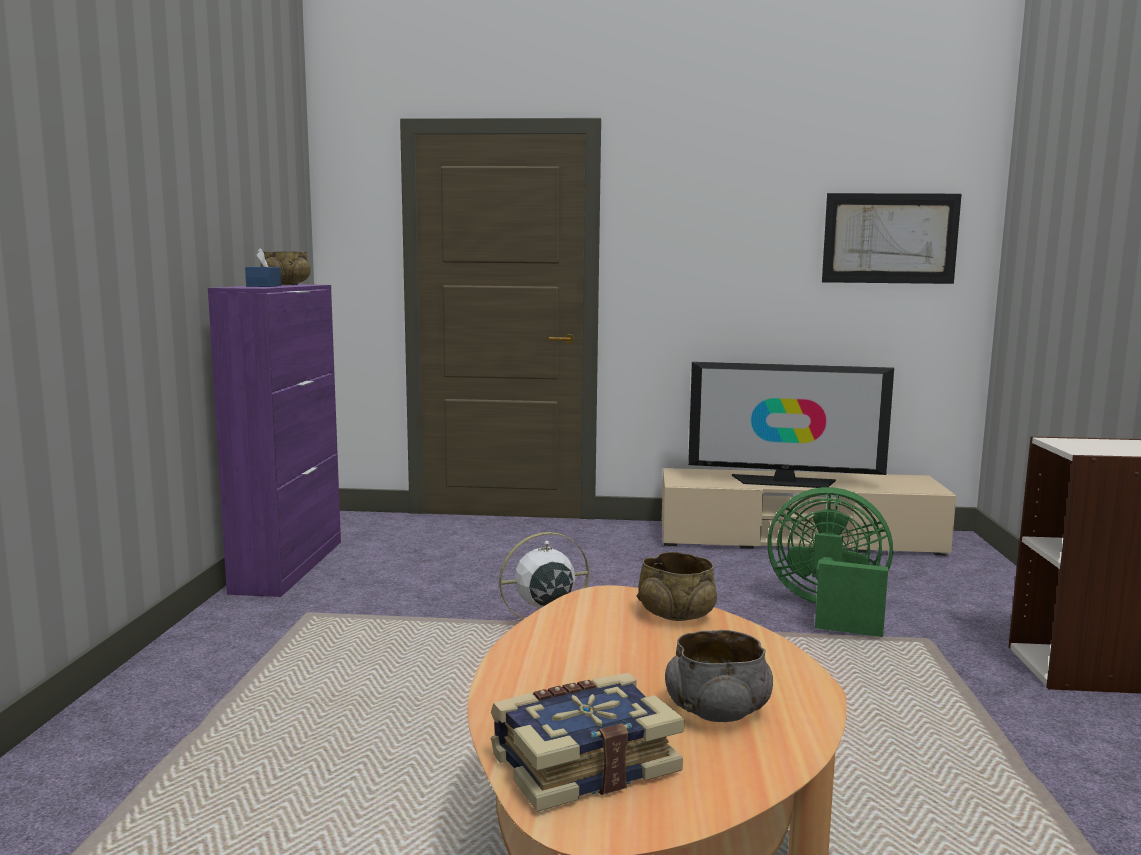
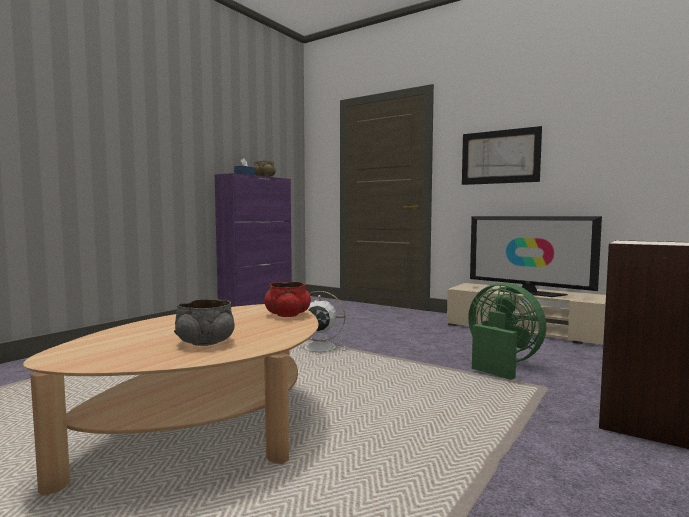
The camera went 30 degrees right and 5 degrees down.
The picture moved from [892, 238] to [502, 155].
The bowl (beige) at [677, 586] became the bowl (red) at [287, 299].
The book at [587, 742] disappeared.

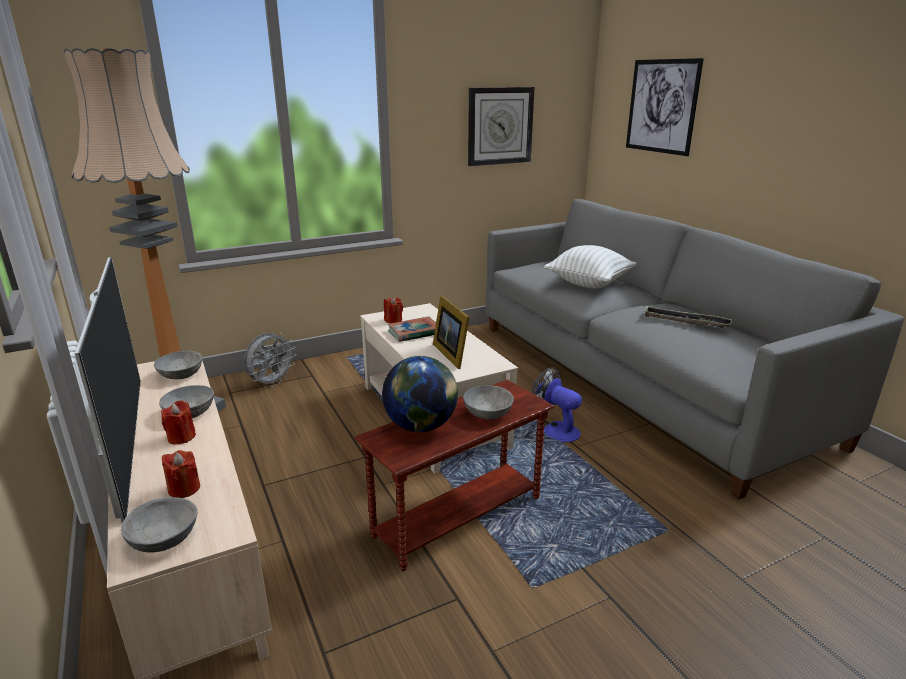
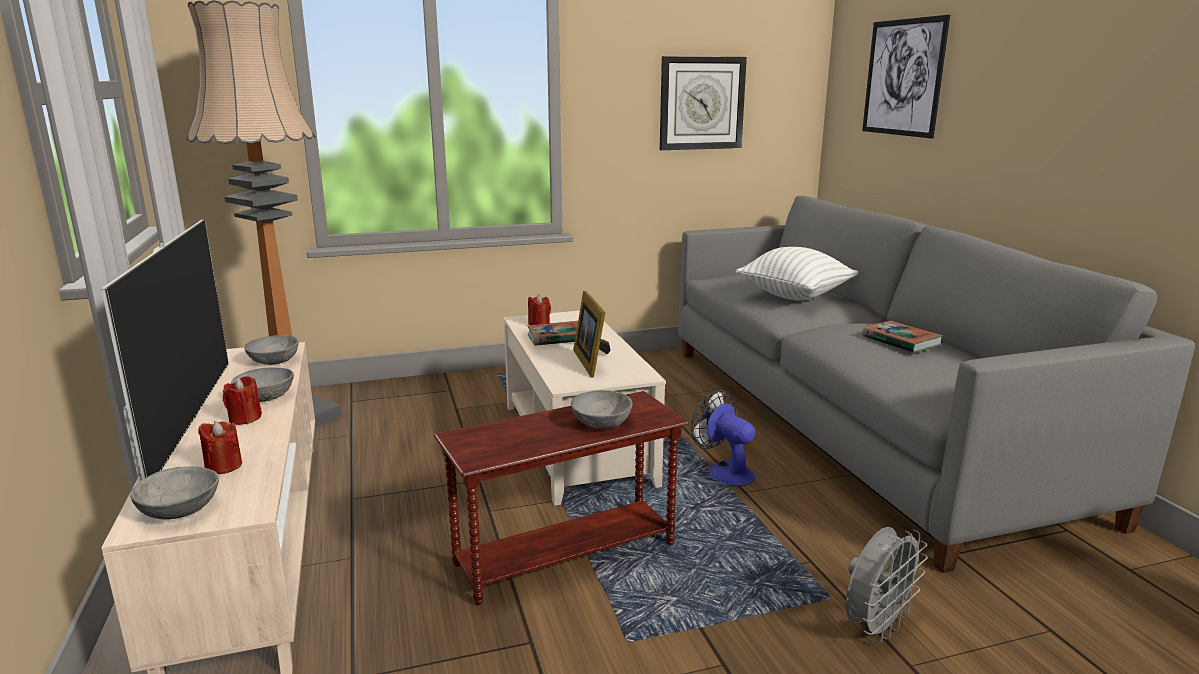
The camera went 10 degrees right and 5 degrees down.
The tray at [688, 317] was replaced by the book at [902, 337].
The fan (grey) moved from [270, 360] to [887, 585].
The globe at [420, 394] disappeared.

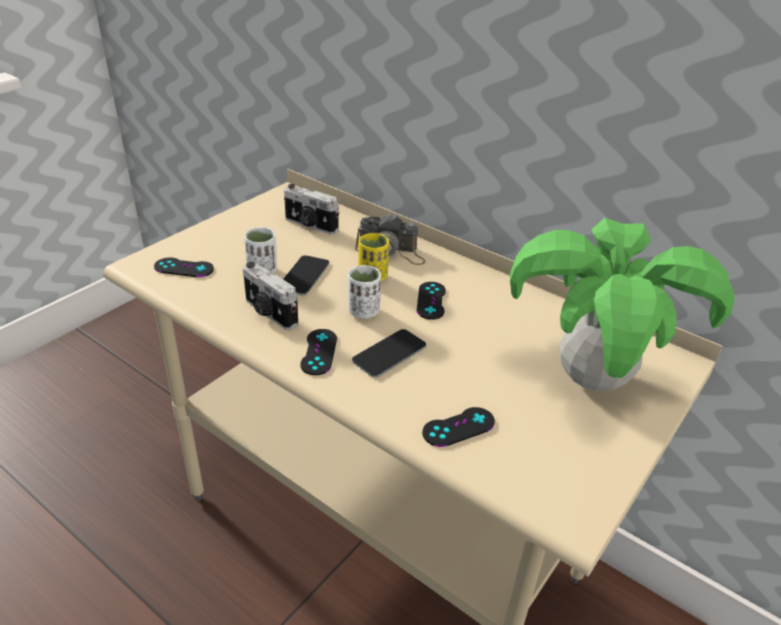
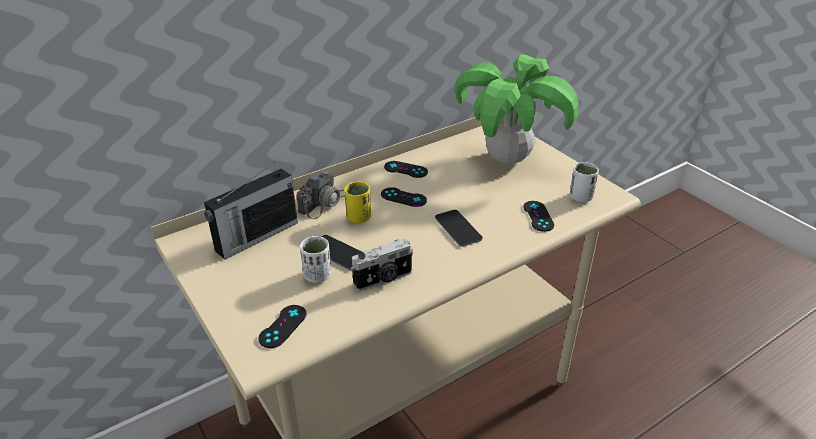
The camera went 70 degrees left and 0 degrees up.
The photo camera at [311, 209] was replaced by the radio at [251, 211].
The cup (white) moved from [364, 292] to [584, 182].
The game controller (black) moved from [318, 352] to [406, 169].

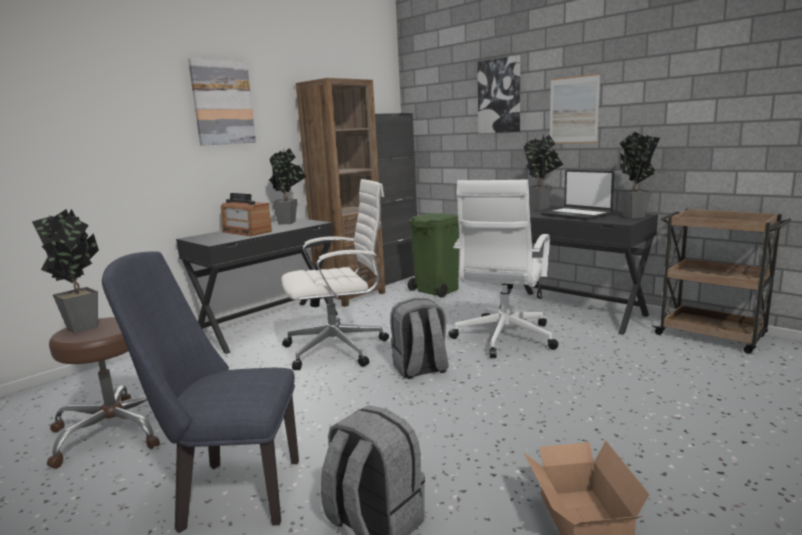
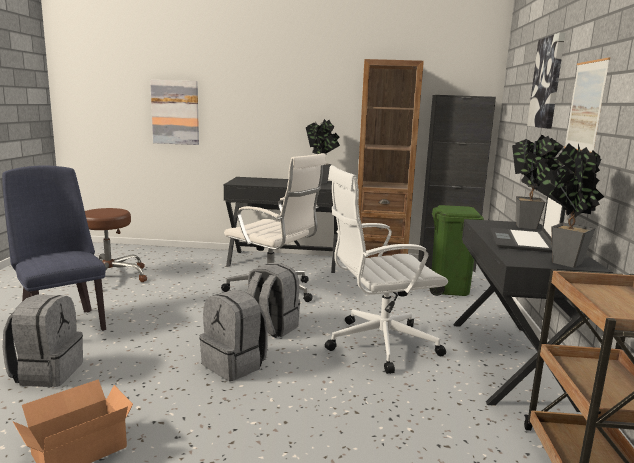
The camera went 50 degrees right and 0 degrees up.
The picture moved from [222, 102] to [174, 112].
The radio at [246, 214] disappeared.
The potted plant at [65, 271] disappeared.
The backpack (grey) at [233, 335] appeared.

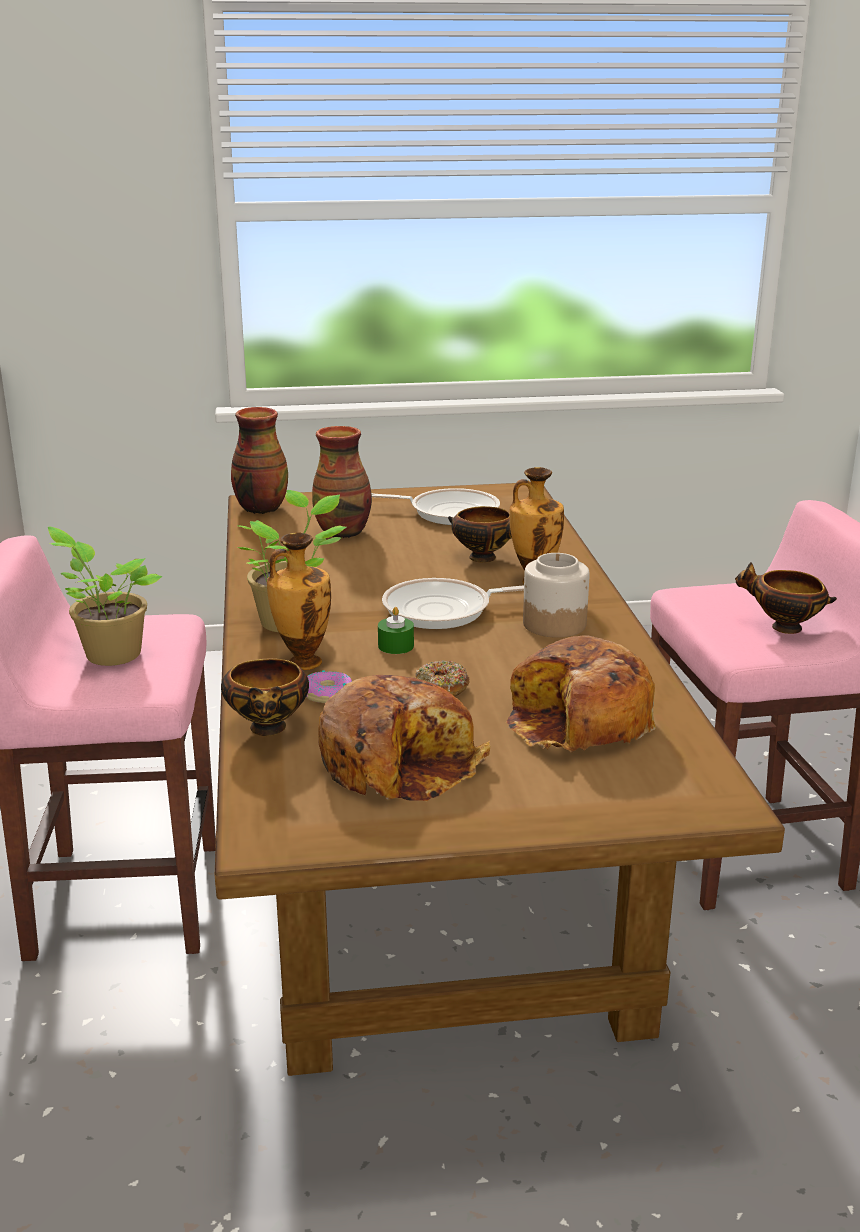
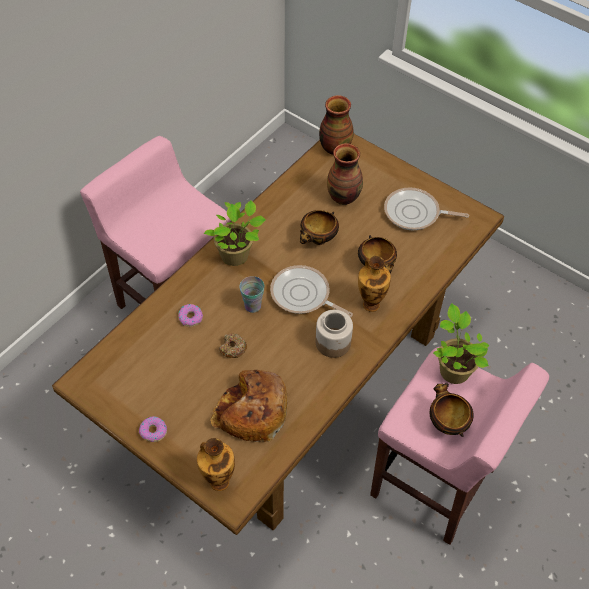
The camera went 45 degrees right and 30 degrees up.
The frying pan at [435, 506] turned 135 degrees clockwise.
The potted plant moved from [105, 596] to [461, 343].
The vase moved from [299, 601] to [216, 464].
The candle (green) at [396, 630] was replaced by the cup at [251, 294].
The bowl moved from [265, 697] to [319, 227].
The bread at [404, 738] disappeared.
The donut at [153, 429] appeared.

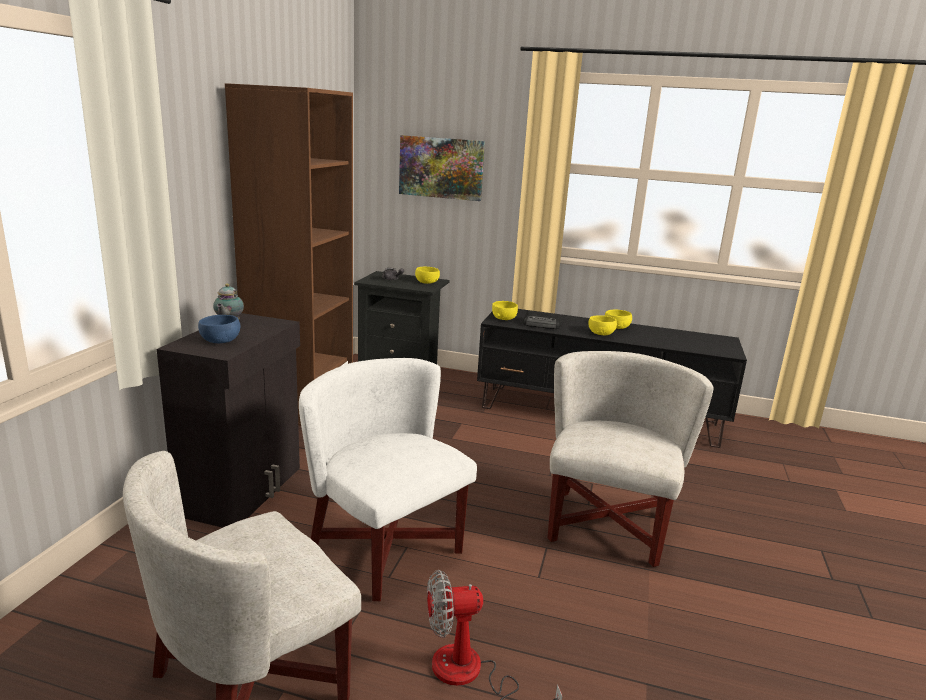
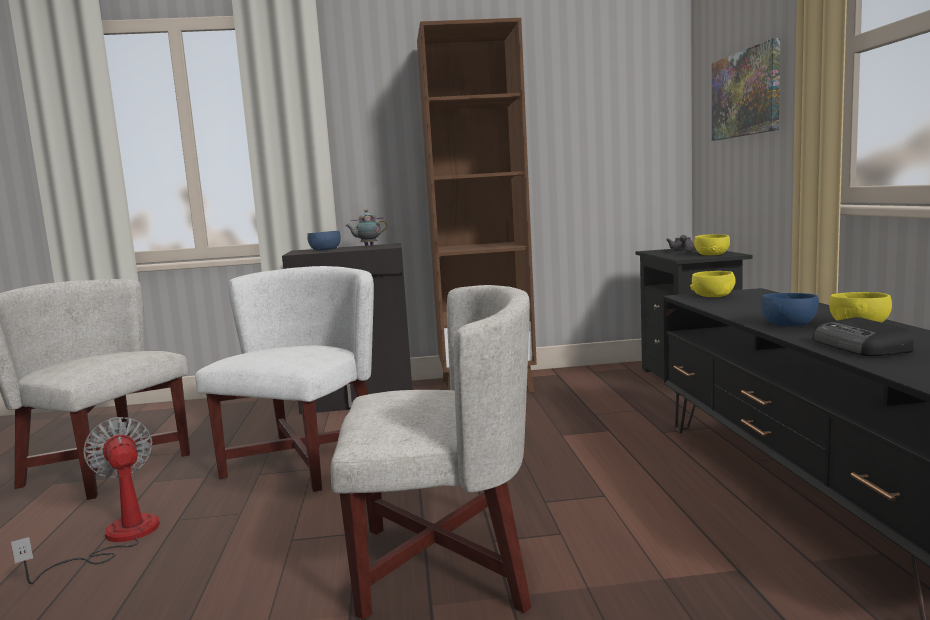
The camera went 70 degrees right and 10 degrees down.
The radio moved from [542, 320] to [863, 336].
The bowl (yellow) at [602, 325] became the bowl (blue) at [790, 309].

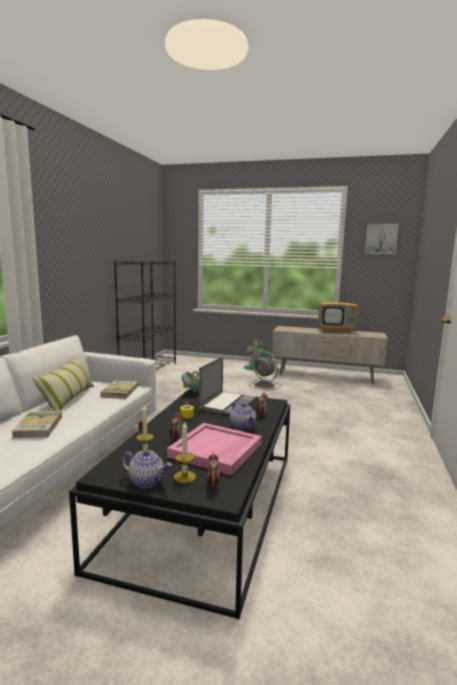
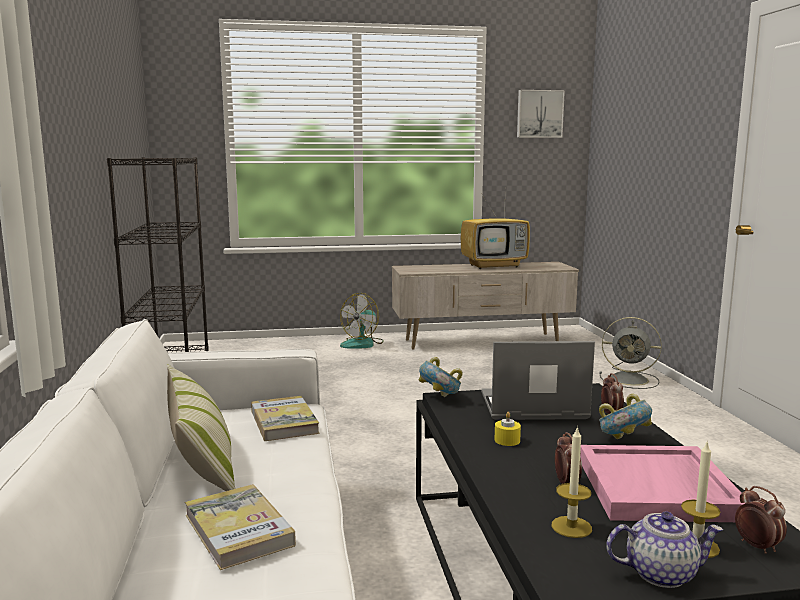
The camera went 25 degrees left and 0 degrees up.
The fan (grey) moved from [265, 370] to [630, 353].
The laptop at [227, 385] turned 90 degrees counterclockwise.
The teapot at [243, 416] was replaced by the bowl at [625, 416].

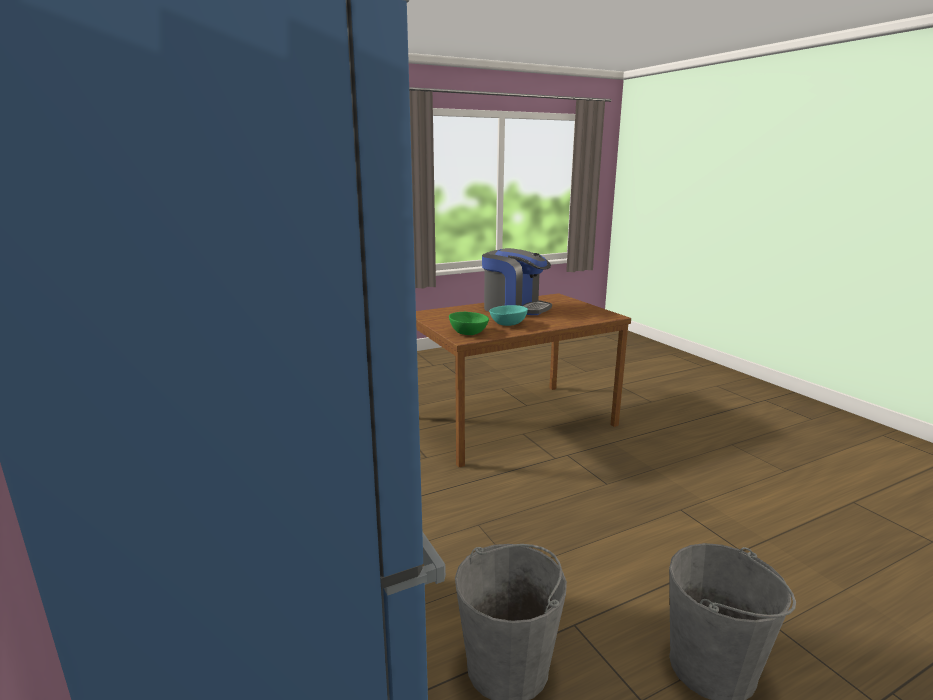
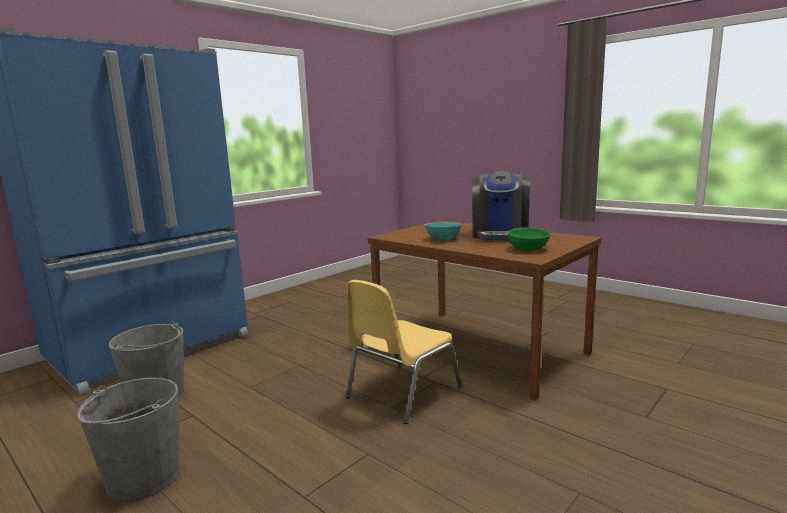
The camera went 70 degrees right and 5 degrees down.
The bowl (green) moved from [469, 323] to [529, 239].
The chair (yellow) at [404, 352] appeared.

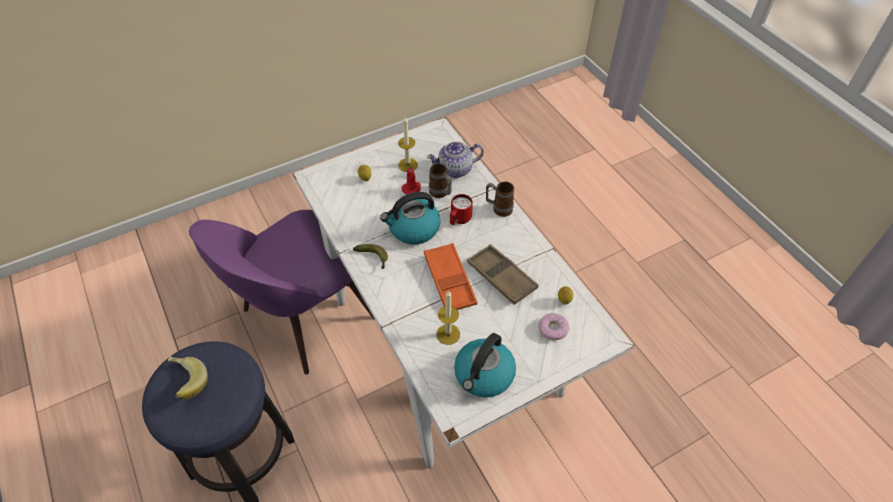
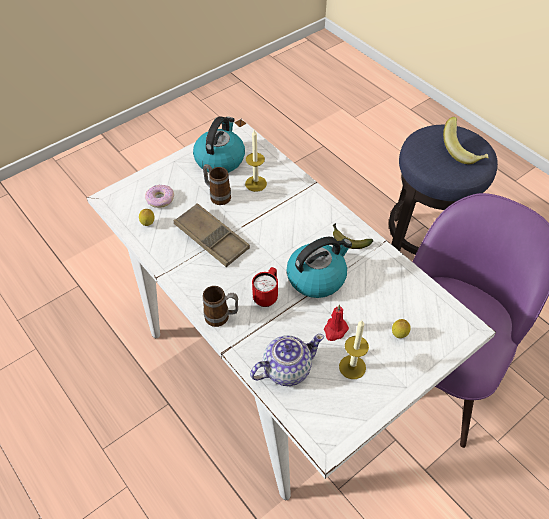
The camera went 170 degrees right and 0 degrees up.
The mug moved from [440, 180] to [217, 184].
The tray (orange) at [450, 276] disappeared.

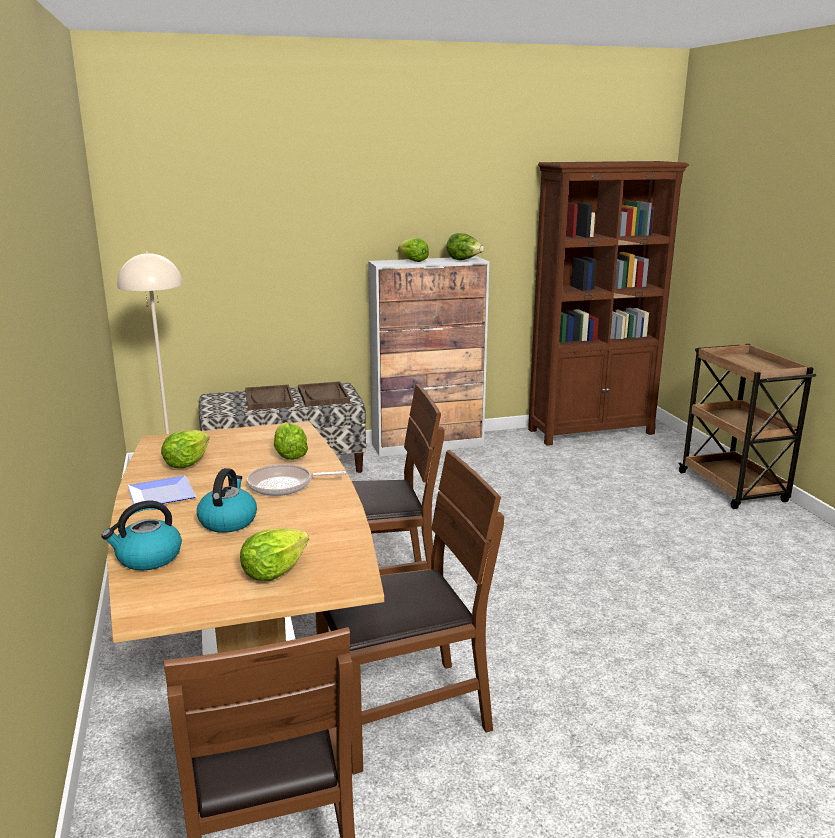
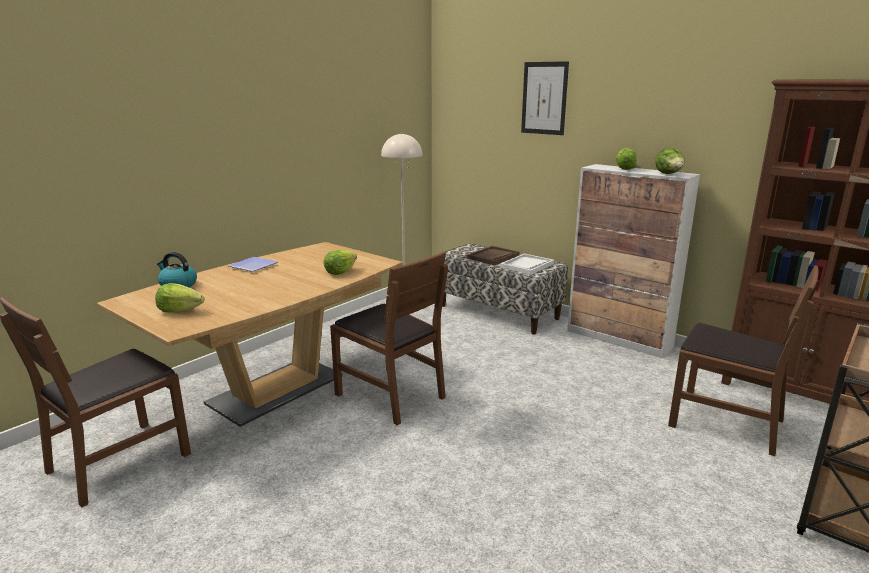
The camera went 55 degrees right and 0 degrees up.
The tray (brown) at [324, 394] became the tray (white) at [527, 264].
The lettuce at [185, 449] disappeared.
The chair (brown) moved from [410, 612] to [743, 360].
The frying pan at [296, 480] disappeared.
The kettle at [227, 500] disappeared.
The picture at [545, 98] appeared.

